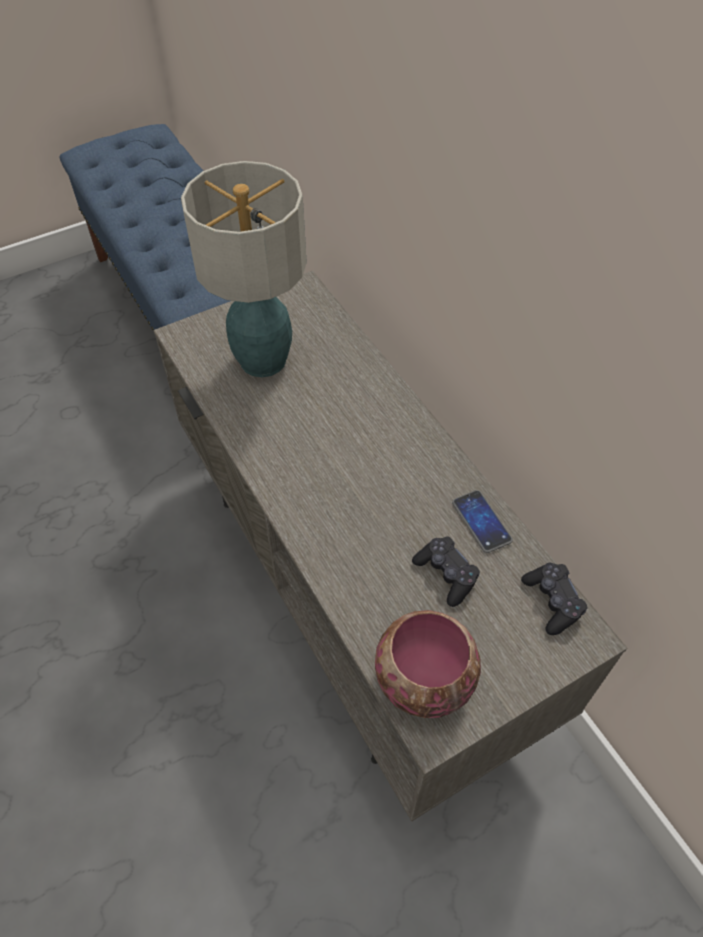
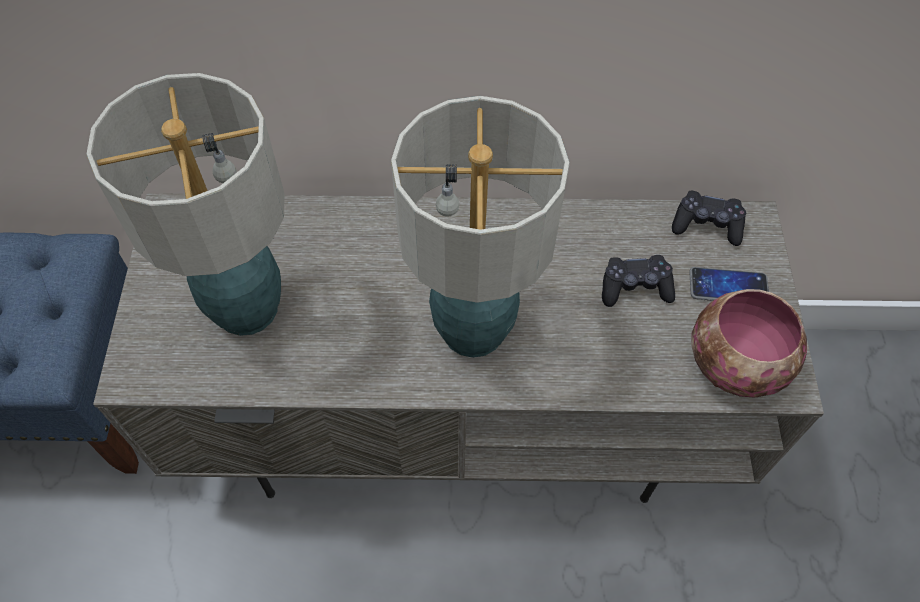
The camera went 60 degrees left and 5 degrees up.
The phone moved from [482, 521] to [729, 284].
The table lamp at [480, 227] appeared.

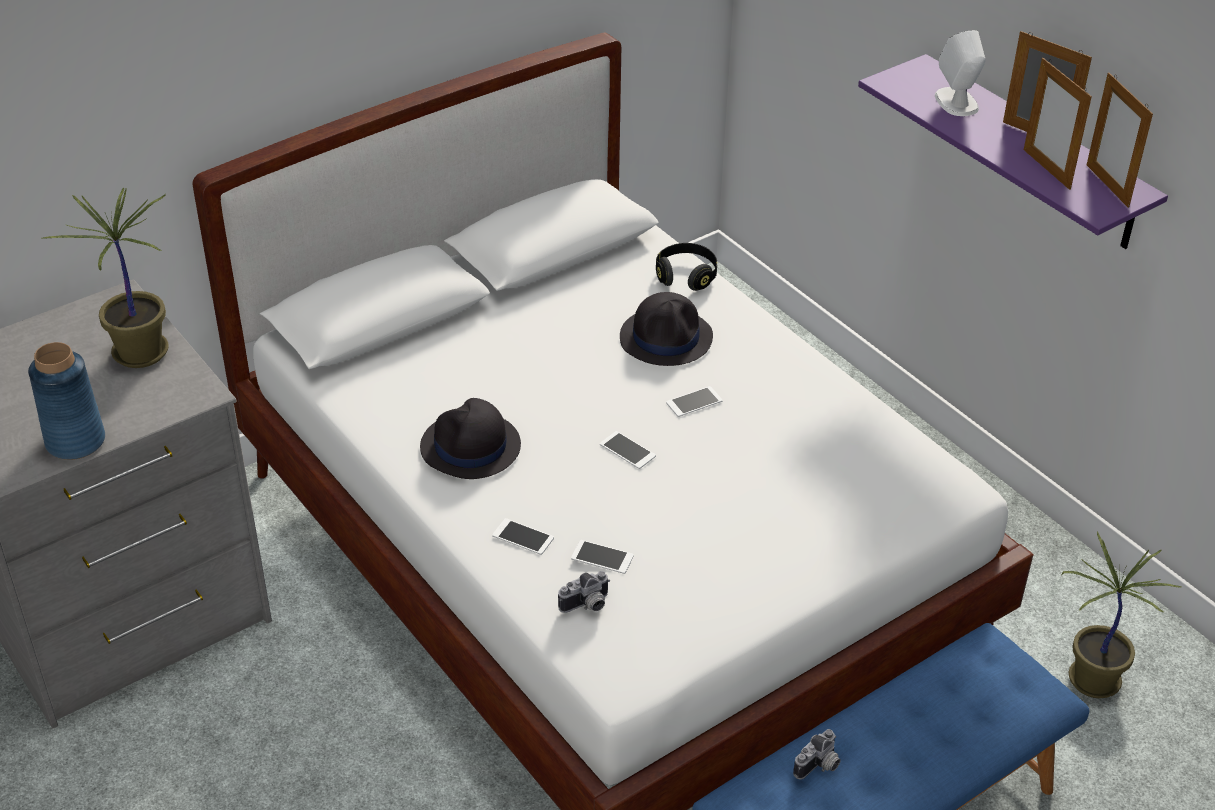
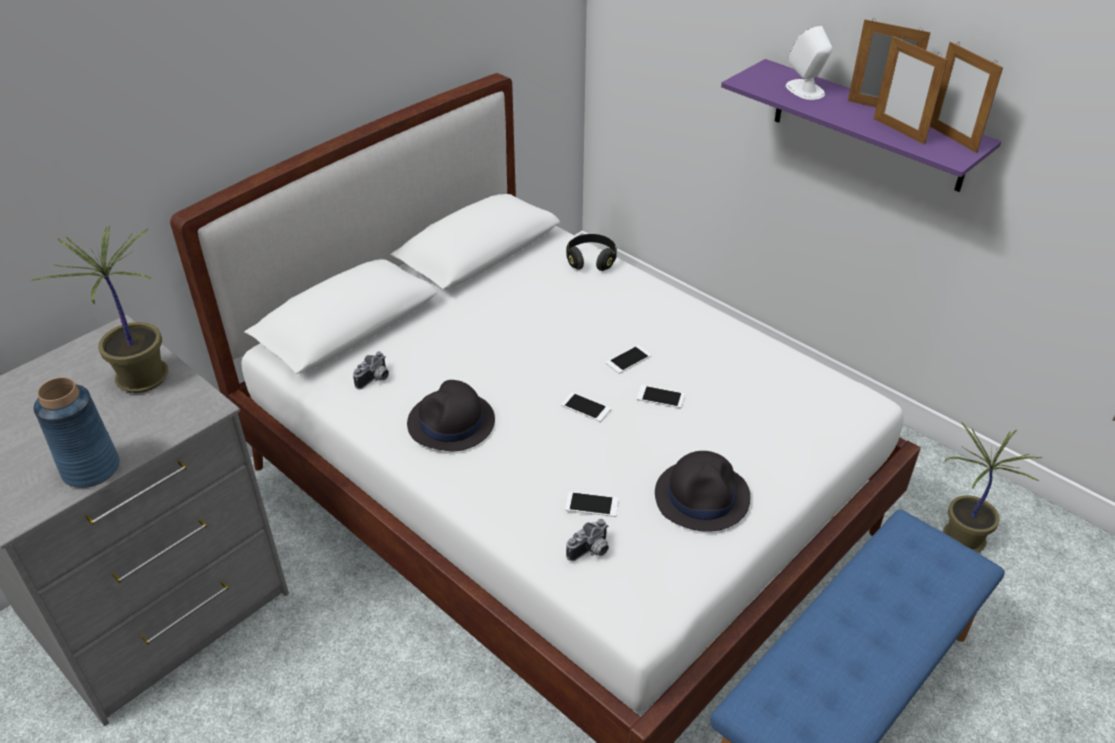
The camera went 10 degrees left and 0 degrees up.
The hat (black) moved from [666, 329] to [702, 491].
The phone moved from [523, 536] to [661, 396].
The photo camera moved from [817, 754] to [371, 370].

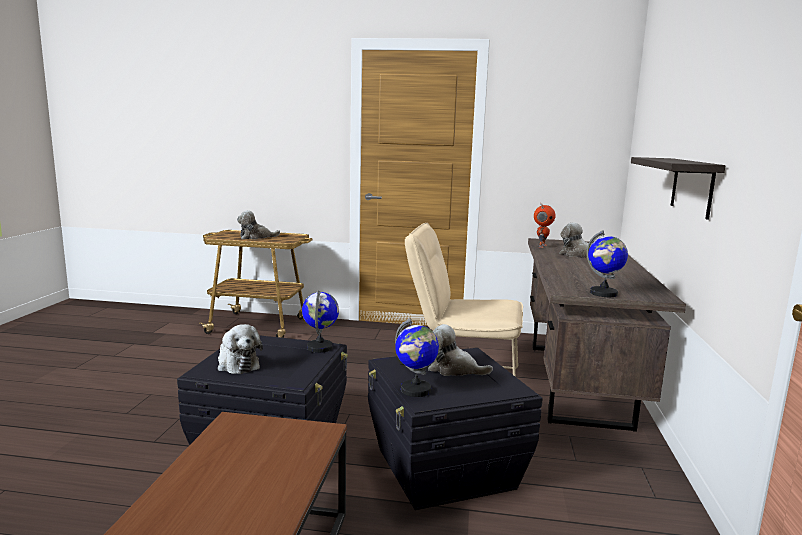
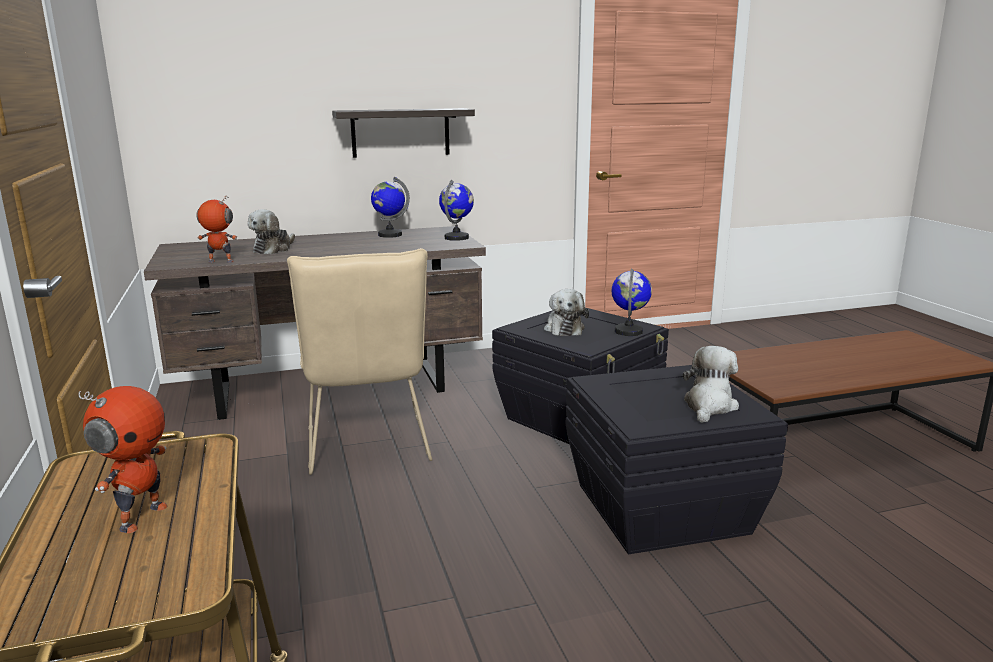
The camera went 115 degrees left and 5 degrees up.
The plush toy at [258, 224] was replaced by the toy robot at [123, 459].
The globe moved from [320, 321] to [390, 207].

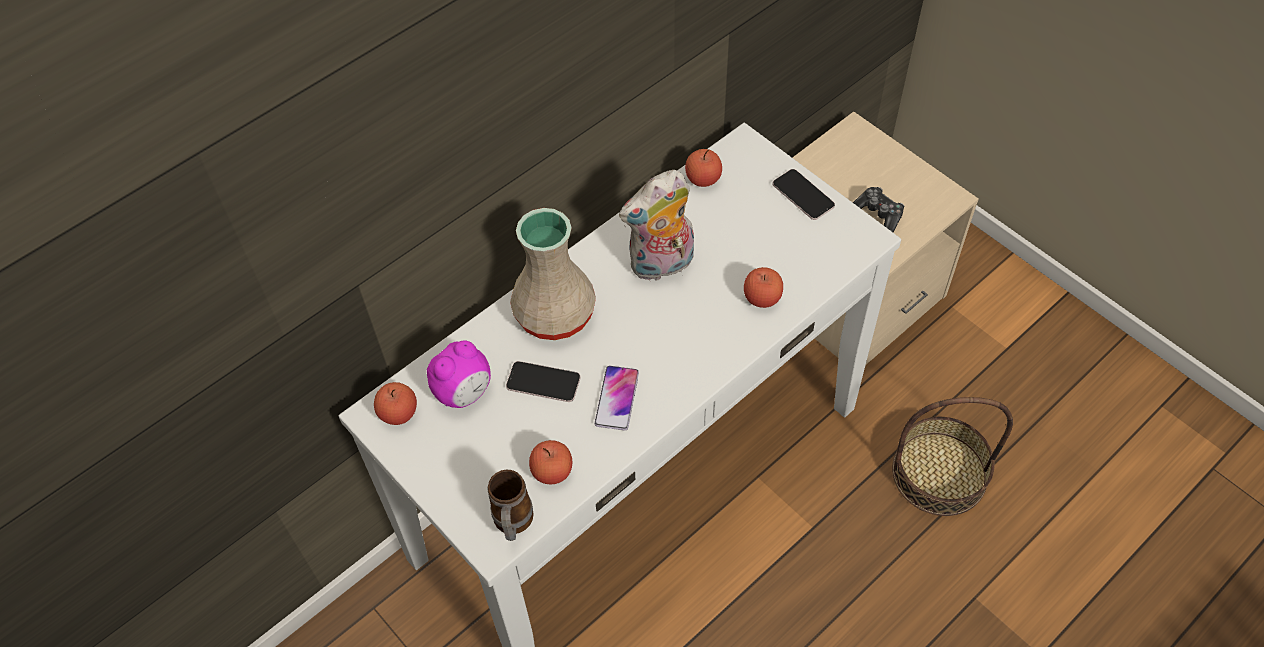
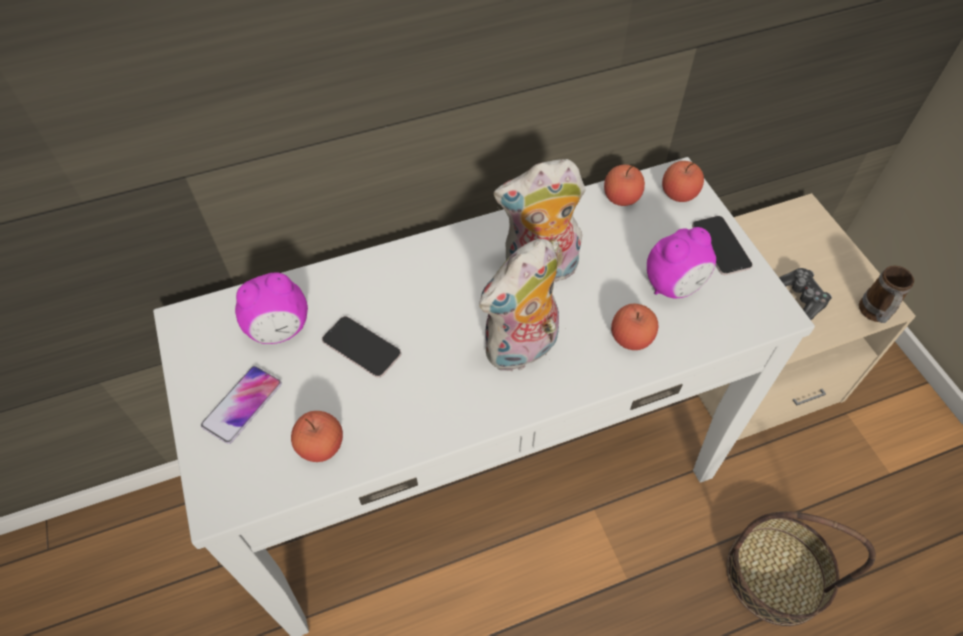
The camera went 20 degrees right and 0 degrees up.
The vase (beige) at [553, 274] disappeared.
The phone moved from [616, 398] to [241, 405].
The apple moved from [395, 403] to [683, 181].
The mug moved from [510, 505] to [886, 294].
The alarm clock at [681, 262] appeared.
The plush toy at [519, 306] appeared.

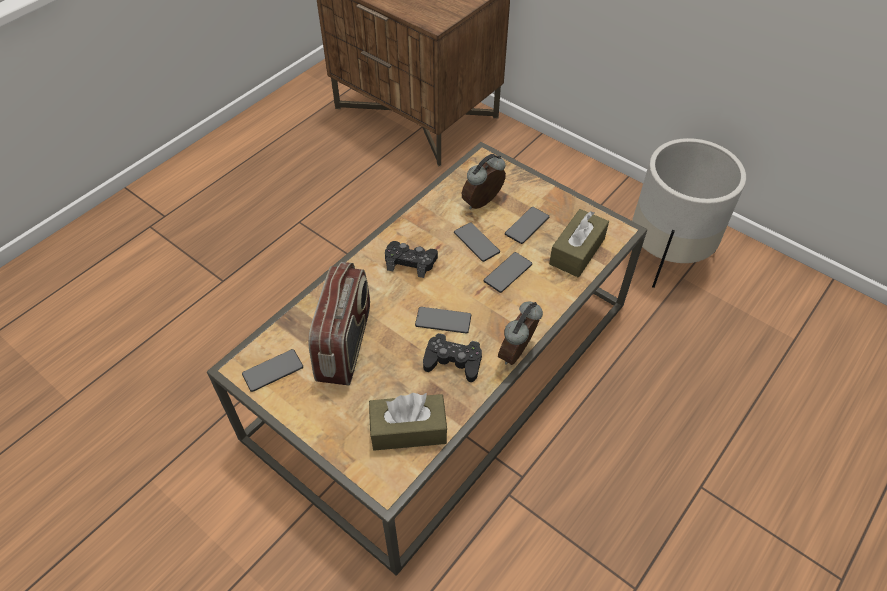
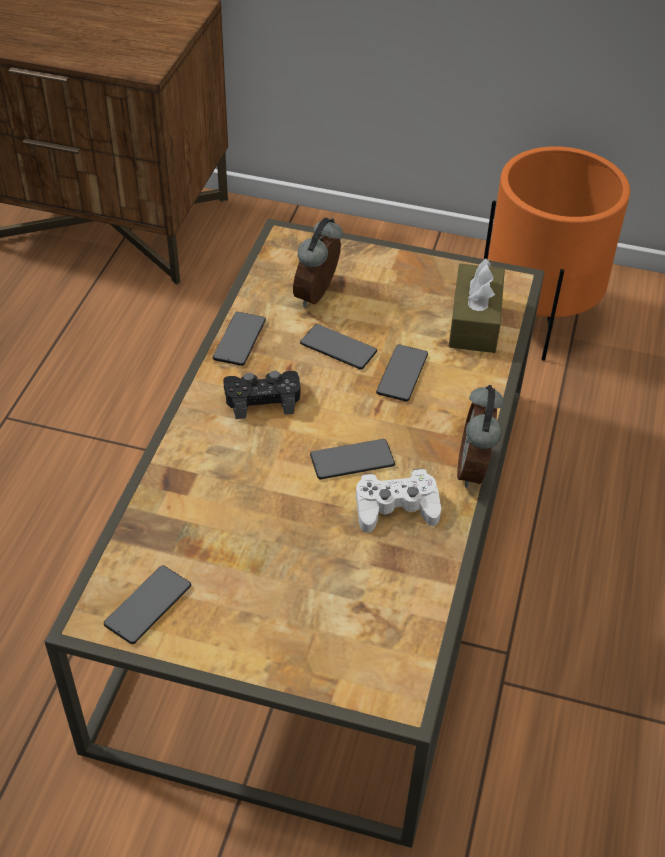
The camera went 25 degrees left and 5 degrees down.
The planter (white) at [689, 213] became the planter (orange) at [557, 253].
The phone moved from [527, 225] to [239, 339].
The radio at [339, 324] disappeared.
The game controller (black) at [452, 357] became the game controller (white) at [398, 500].
The tissue box (brown) at [408, 422] disappeared.

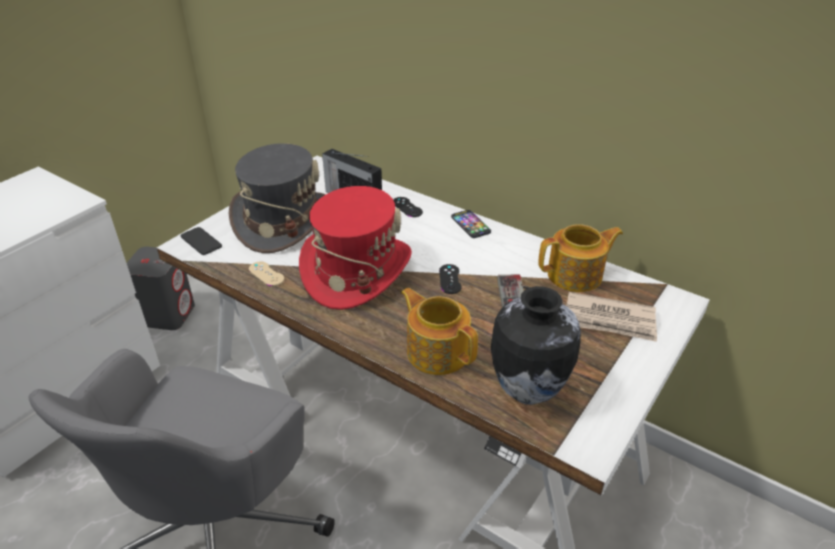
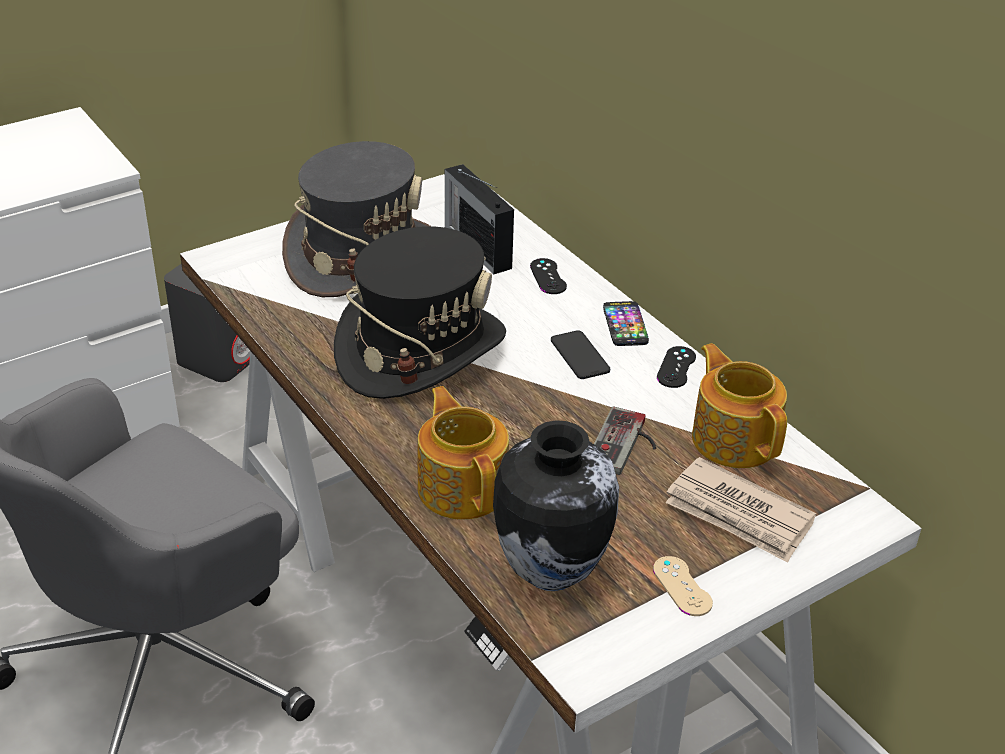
The camera went 20 degrees right and 0 degrees up.
The hat (red) at [355, 248] became the hat (black) at [420, 312].
The teapot at [580, 258] turned 120 degrees counterclockwise.
The phone moved from [201, 241] to [580, 354].
The game controller (beige) moved from [266, 273] to [683, 586].
The game controller (black) moved from [450, 279] to [676, 367].

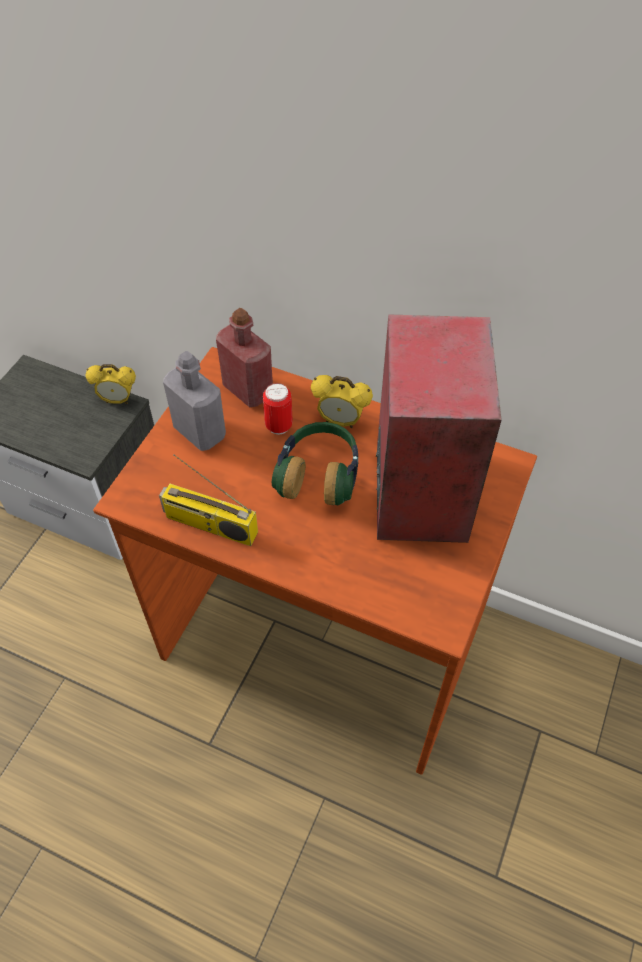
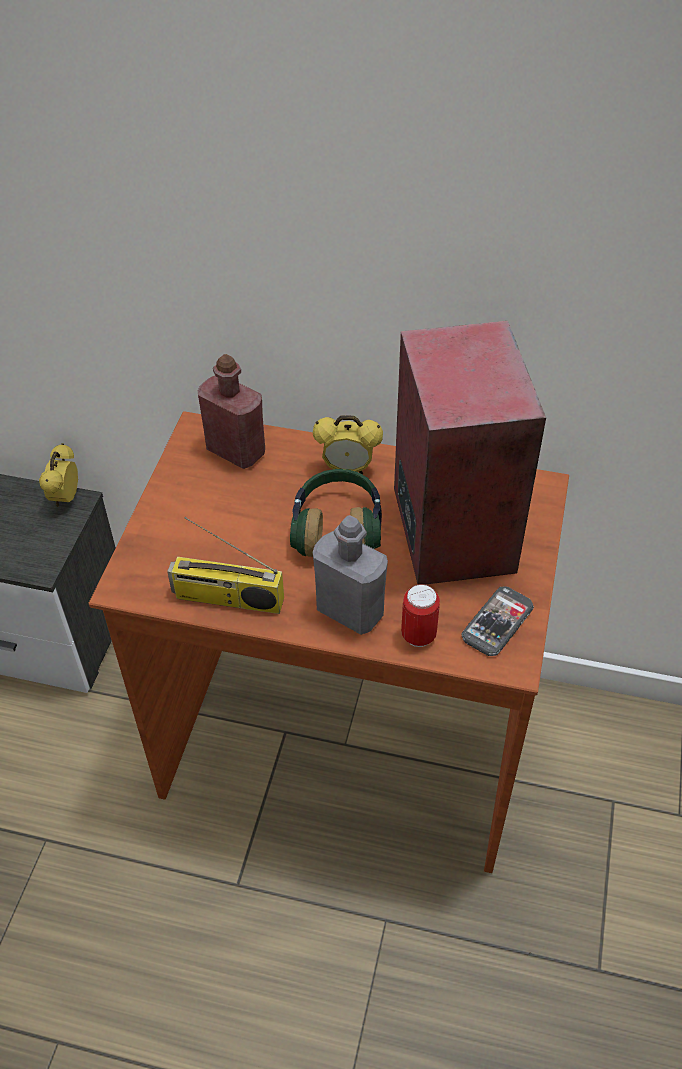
The camera went 10 degrees left and 5 degrees down.
The bottle (grey) moved from [194, 401] to [350, 575].
The alarm clock at [111, 384] turned 105 degrees clockwise.
The can moved from [278, 409] to [420, 615].
The phone at [497, 621] appeared.

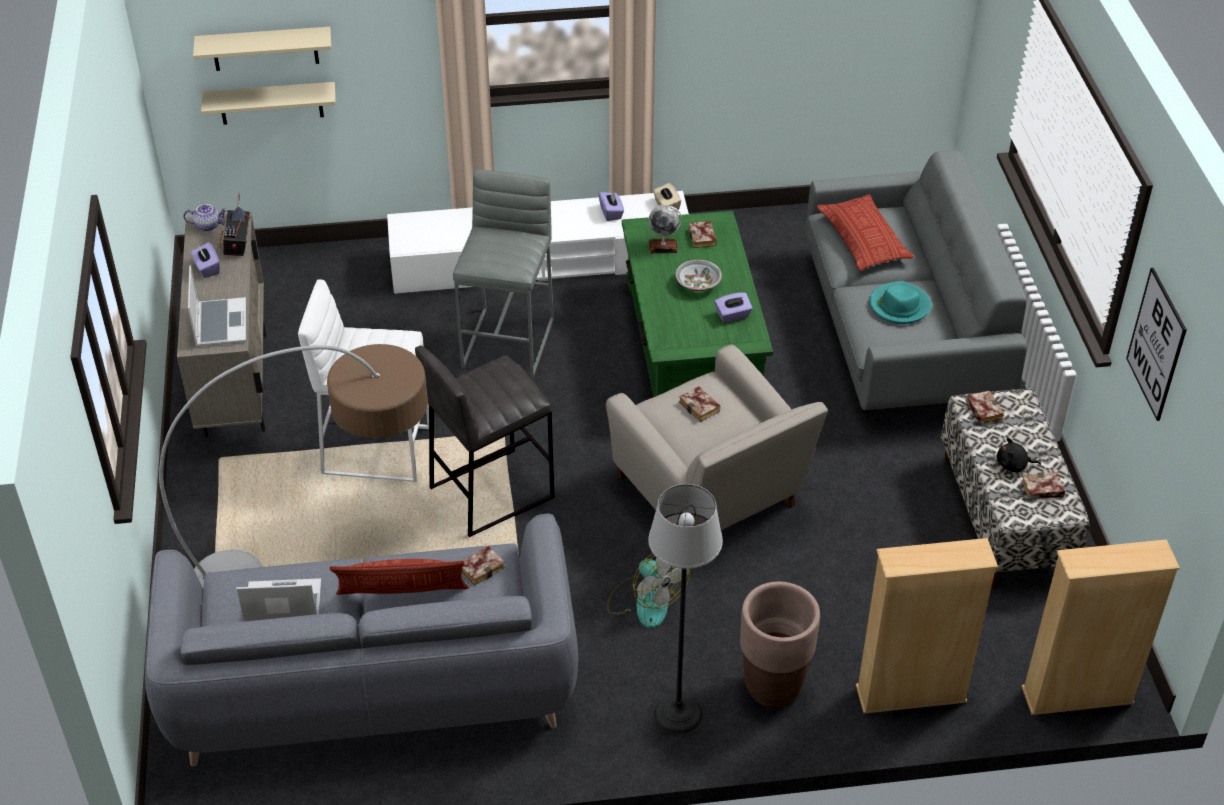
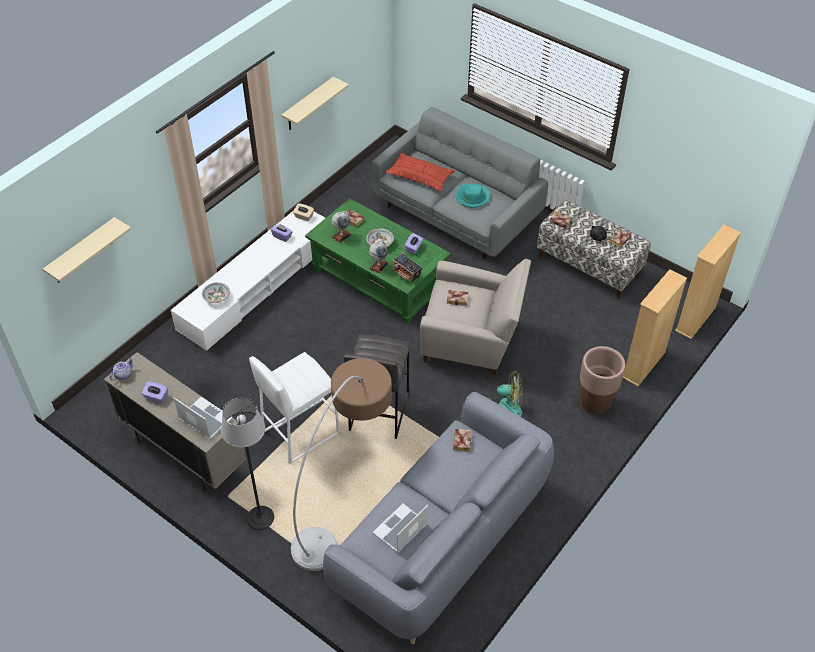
The camera went 45 degrees left and 5 degrees up.
The shelf (beige) moved from [268, 103] to [315, 103].
The stool (grey) at [503, 274] disappeared.
The radio moved from [234, 224] to [407, 264].
The picture at [1156, 344] disappeared.
The floor lamp moved from [685, 609] to [247, 464].
The pillow at [399, 577] disappeared.
The globe at [378, 257] appeared.
The bowl at [216, 292] appeared.

